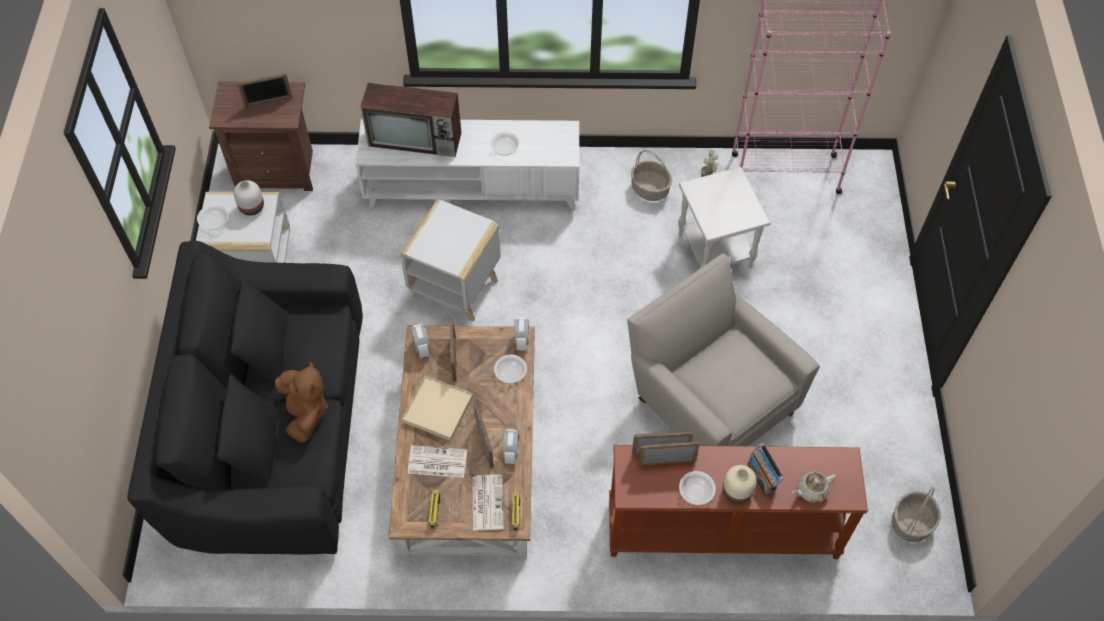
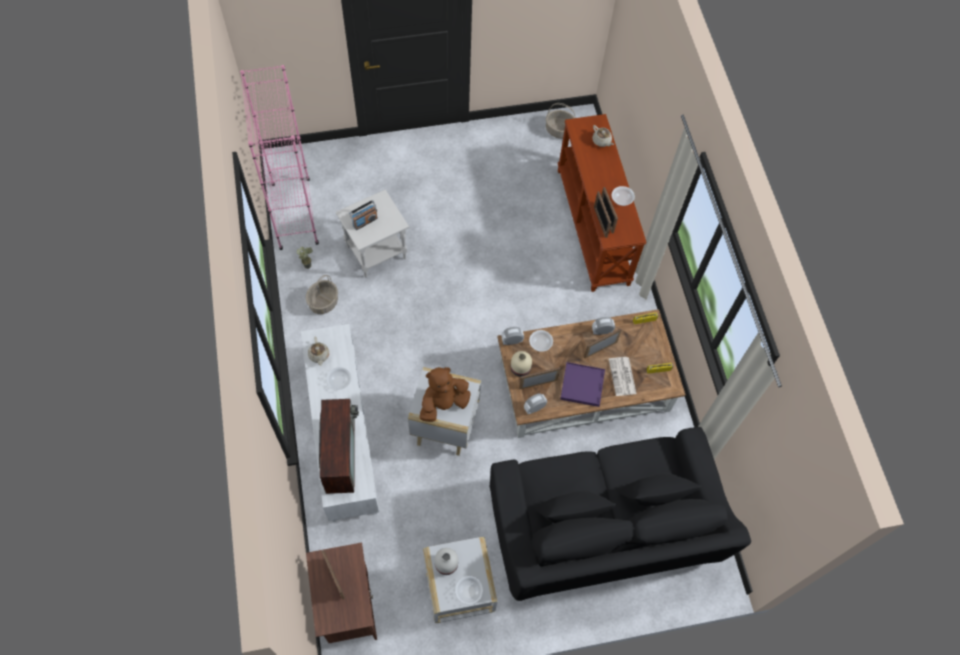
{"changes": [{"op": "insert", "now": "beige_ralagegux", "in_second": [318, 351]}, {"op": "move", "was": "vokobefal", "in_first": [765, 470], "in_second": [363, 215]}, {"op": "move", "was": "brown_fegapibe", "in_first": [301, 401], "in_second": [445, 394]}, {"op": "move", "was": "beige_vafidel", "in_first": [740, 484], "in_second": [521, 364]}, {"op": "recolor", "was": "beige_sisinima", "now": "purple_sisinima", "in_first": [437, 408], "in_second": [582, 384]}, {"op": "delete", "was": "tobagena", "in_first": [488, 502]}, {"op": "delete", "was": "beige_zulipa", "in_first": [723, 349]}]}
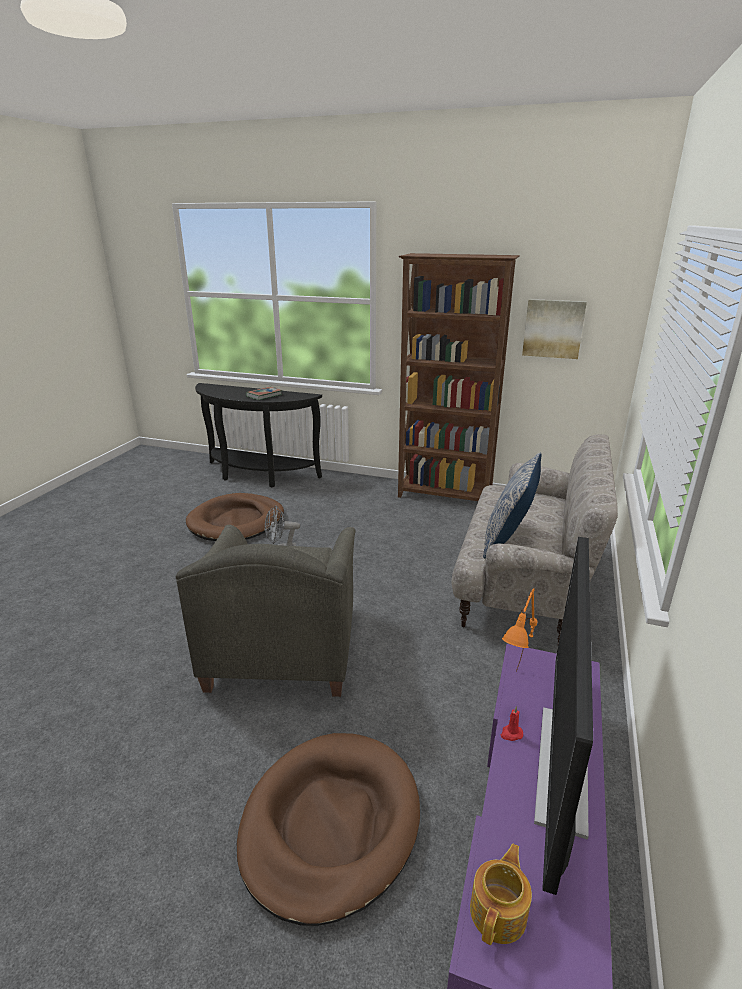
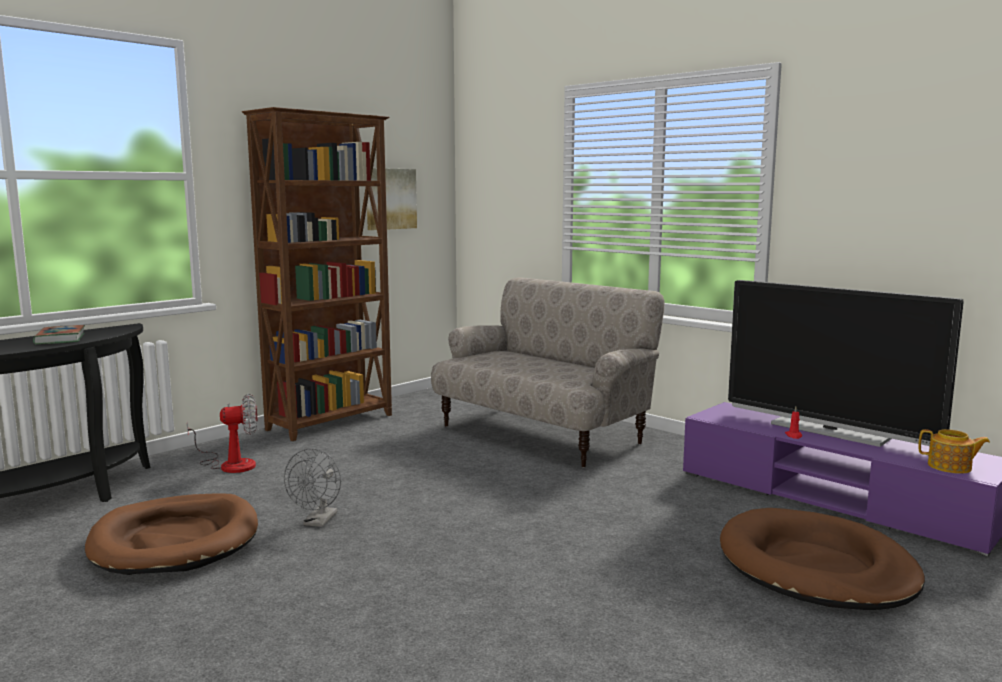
{"changes": [{"op": "insert", "now": "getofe", "in_second": [222, 433]}, {"op": "rotate", "was": "ralagegux", "in_first": [501, 894], "in_second": [954, 451], "clockwise": 150}, {"op": "delete", "was": "grey_zulipa", "in_first": [266, 611]}, {"op": "delete", "was": "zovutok", "in_first": [512, 506]}, {"op": "delete", "was": "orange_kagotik", "in_first": [520, 630]}]}
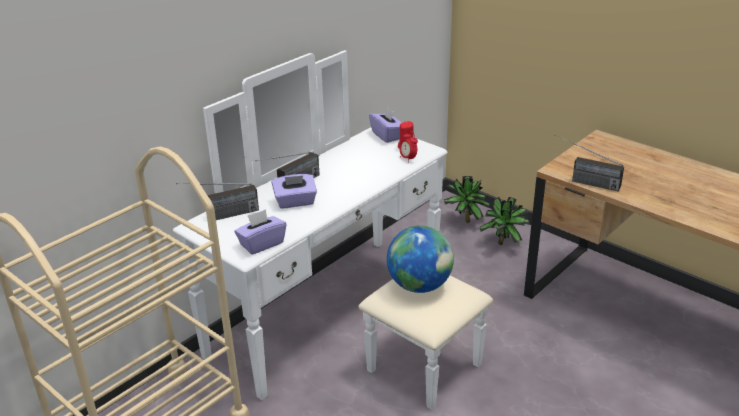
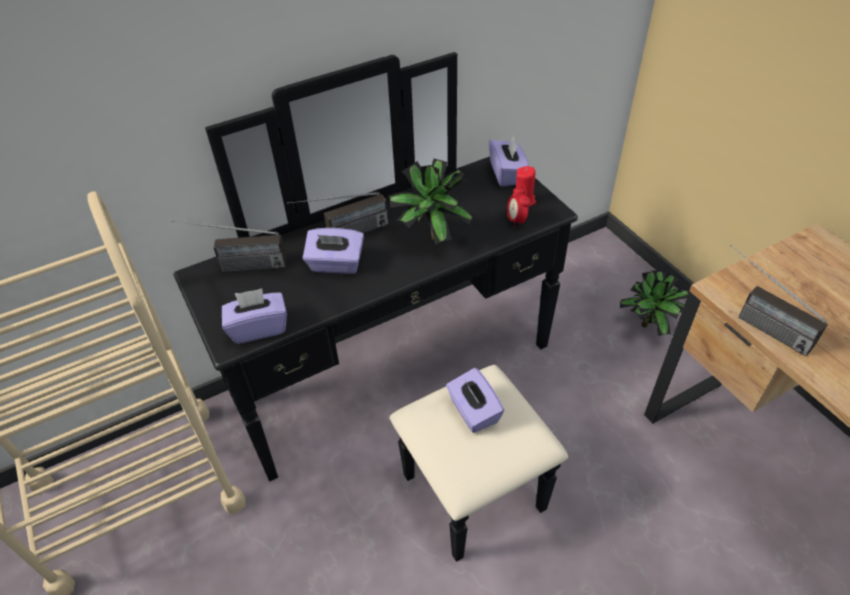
{"changes": [{"op": "recolor", "was": "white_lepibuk", "now": "black_lepibuk", "in_first": [333, 230], "in_second": [375, 307]}, {"op": "move", "was": "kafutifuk", "in_first": [467, 199], "in_second": [430, 201]}, {"op": "replace", "was": "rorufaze", "now": "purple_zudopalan", "in_first": [420, 259], "in_second": [475, 400]}]}
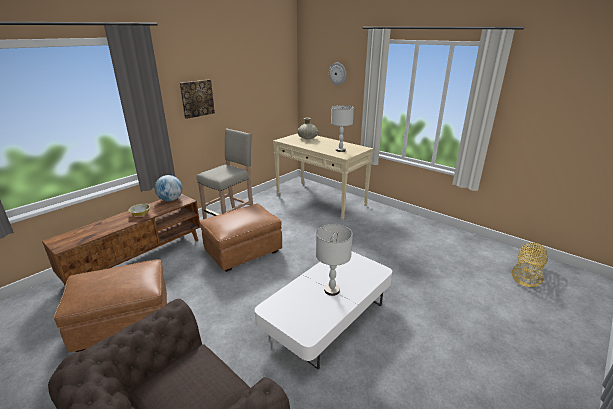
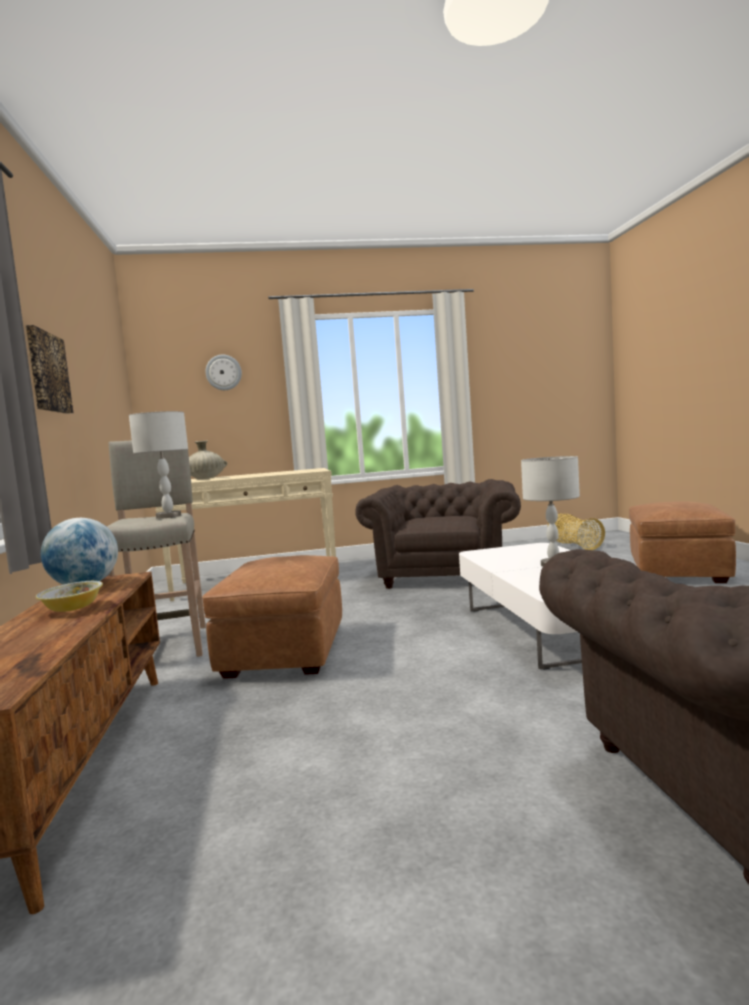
{"changes": [{"op": "move", "was": "grey_kagotik", "in_first": [342, 128], "in_second": [158, 465]}, {"op": "insert", "now": "brown_zulipa", "in_second": [438, 534]}, {"op": "move", "was": "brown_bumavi", "in_first": [110, 305], "in_second": [682, 542]}]}
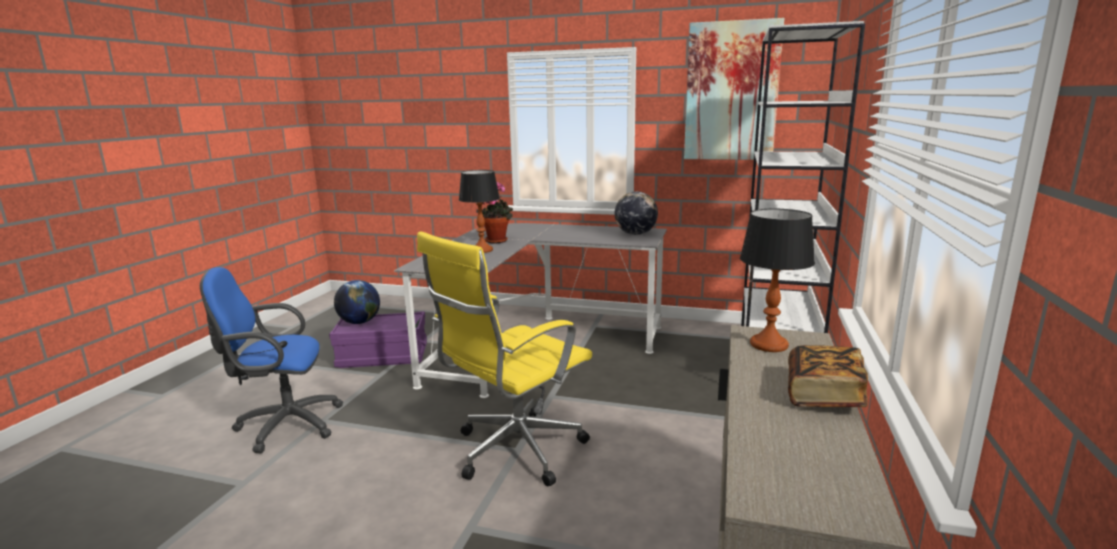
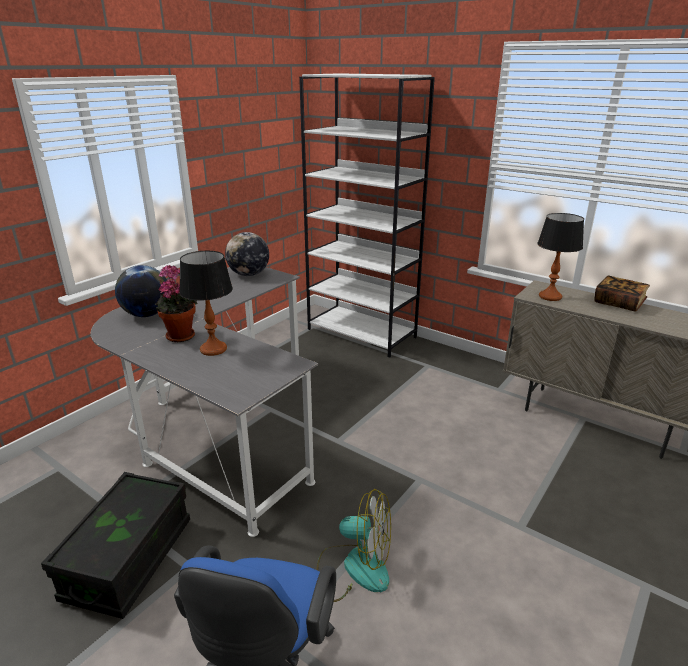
{"changes": [{"op": "recolor", "was": "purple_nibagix", "now": "black_nibagix", "in_first": [378, 339], "in_second": [115, 545]}, {"op": "move", "was": "rorufaze", "in_first": [357, 302], "in_second": [141, 291]}, {"op": "insert", "now": "getofe", "in_second": [354, 545]}, {"op": "delete", "was": "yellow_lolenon", "in_first": [504, 358]}, {"op": "delete", "was": "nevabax", "in_first": [734, 89]}]}
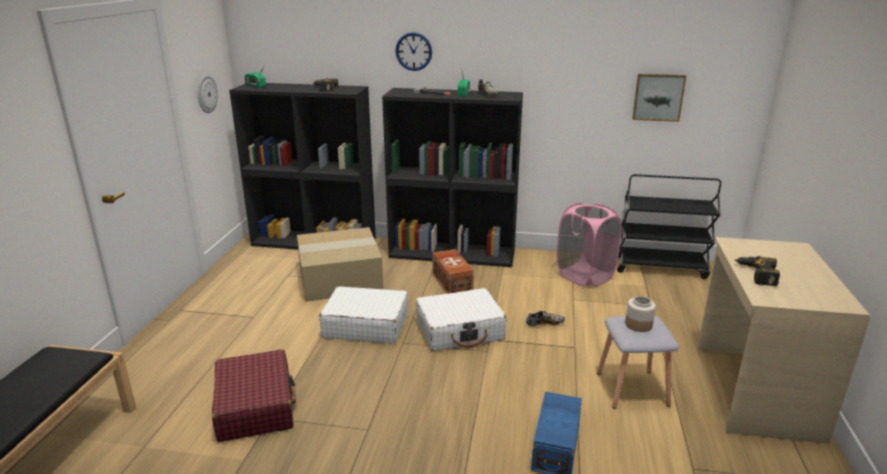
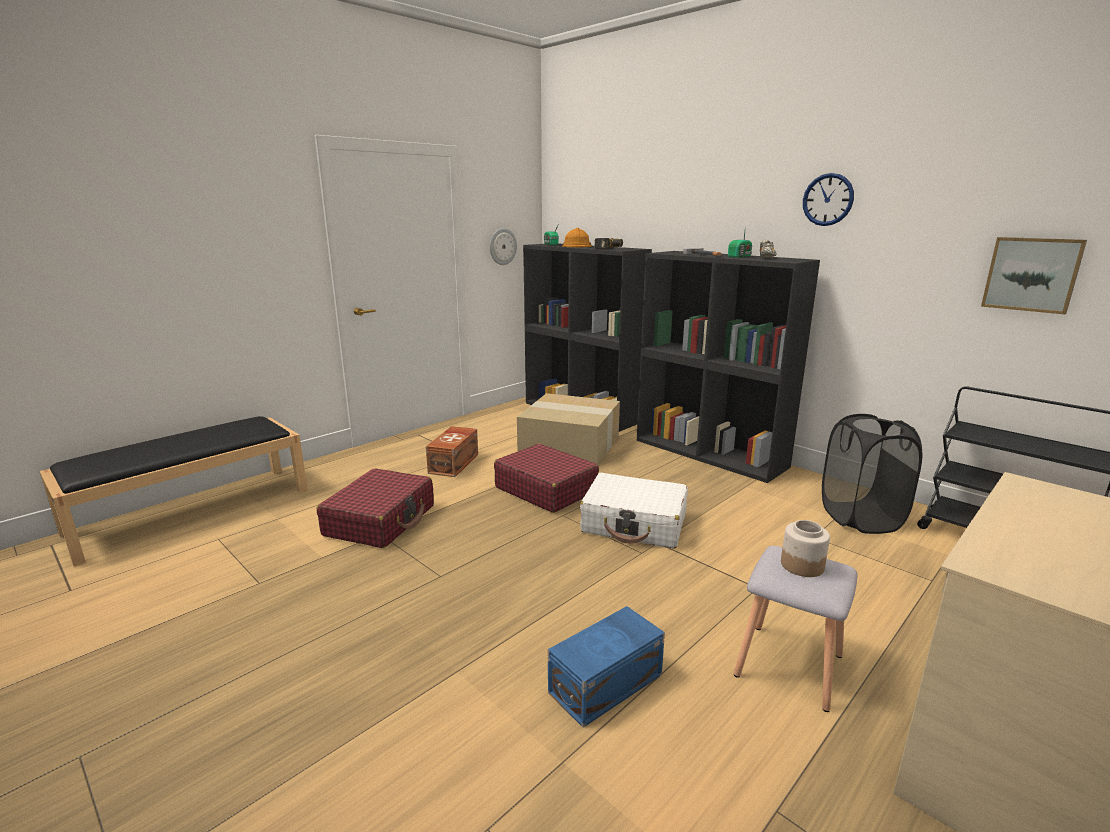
{"changes": [{"op": "move", "was": "brown_nibagix", "in_first": [453, 271], "in_second": [452, 451]}, {"op": "recolor", "was": "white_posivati", "now": "red_posivati", "in_first": [363, 315], "in_second": [546, 478]}, {"op": "insert", "now": "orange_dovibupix", "in_second": [577, 237]}, {"op": "move", "was": "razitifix", "in_first": [413, 51], "in_second": [828, 199]}, {"op": "recolor", "was": "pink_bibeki", "now": "black_bibeki", "in_first": [589, 245], "in_second": [872, 474]}, {"op": "delete", "was": "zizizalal", "in_first": [545, 318]}, {"op": "delete", "was": "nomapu", "in_first": [757, 271]}]}
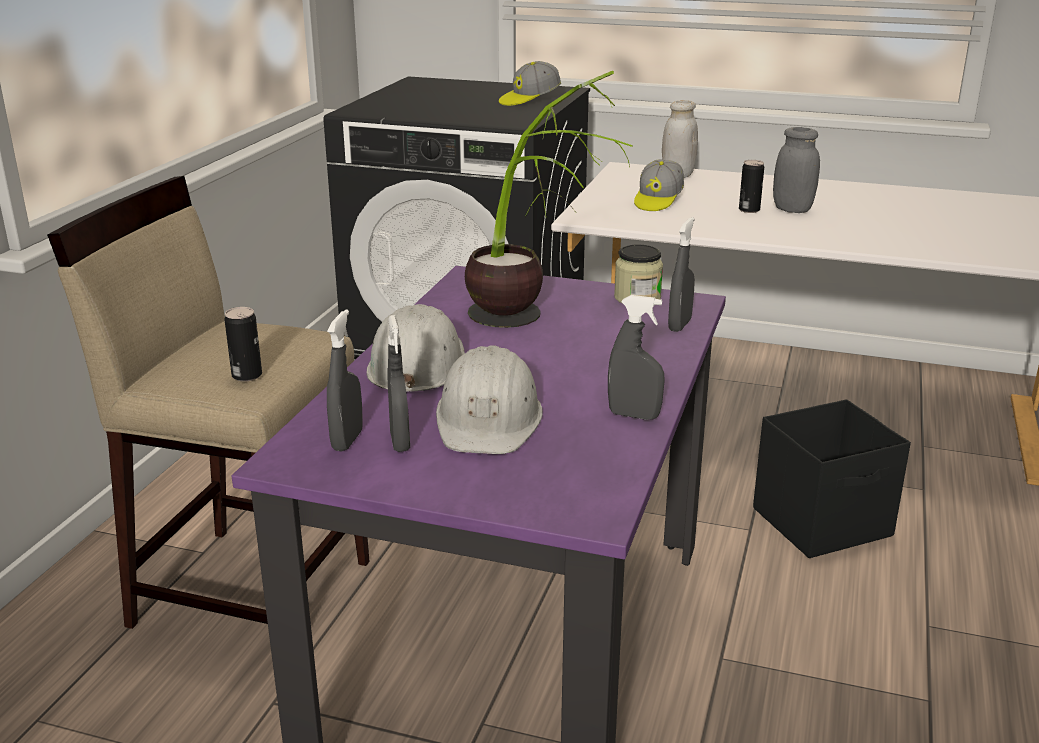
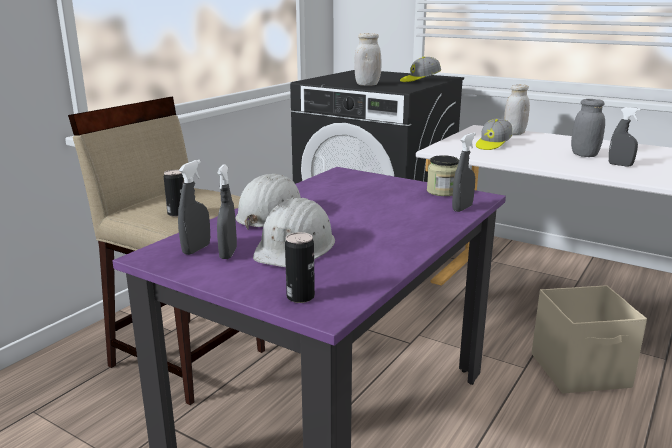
{"changes": [{"op": "move", "was": "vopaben", "in_first": [751, 186], "in_second": [300, 267]}, {"op": "insert", "now": "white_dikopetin", "in_second": [368, 59]}, {"op": "recolor", "was": "black_nibagix", "now": "beige_nibagix", "in_first": [832, 478], "in_second": [589, 339]}, {"op": "move", "was": "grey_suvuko", "in_first": [636, 357], "in_second": [625, 137]}, {"op": "delete", "was": "kafutifuk", "in_first": [549, 199]}]}
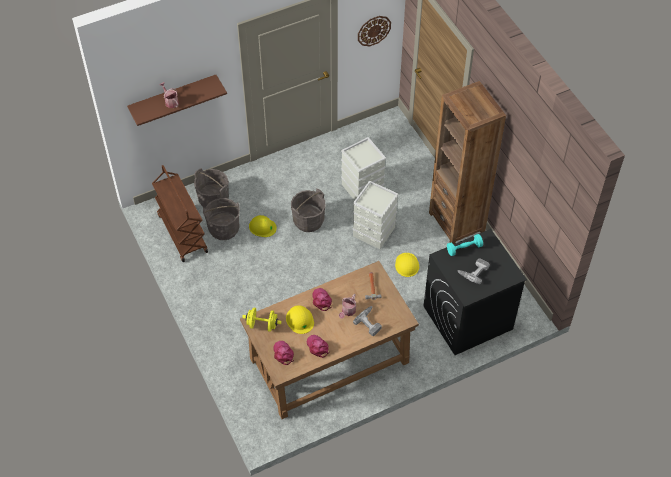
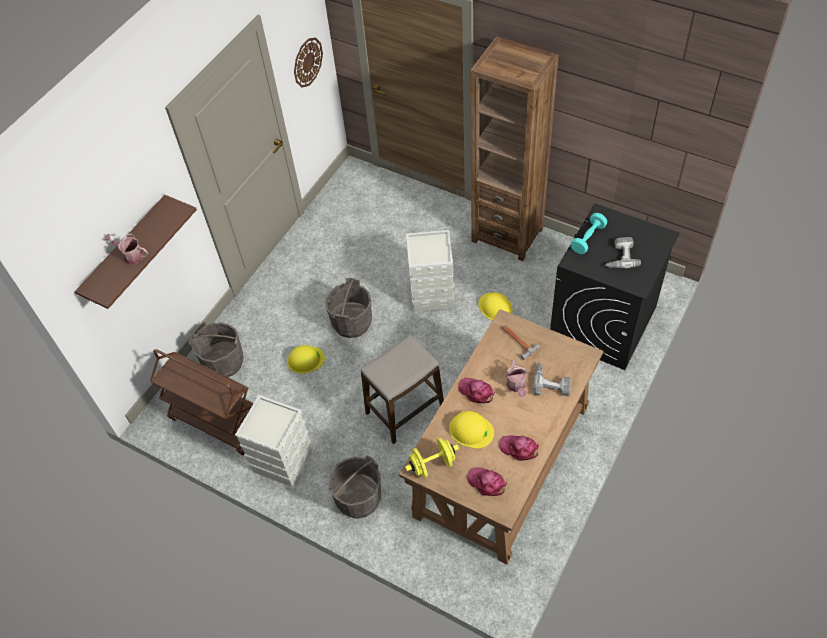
{"changes": [{"op": "move", "was": "grey_nibagix", "in_first": [363, 168], "in_second": [274, 441]}, {"op": "move", "was": "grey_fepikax", "in_first": [221, 219], "in_second": [354, 487]}, {"op": "insert", "now": "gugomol", "in_second": [402, 389]}]}
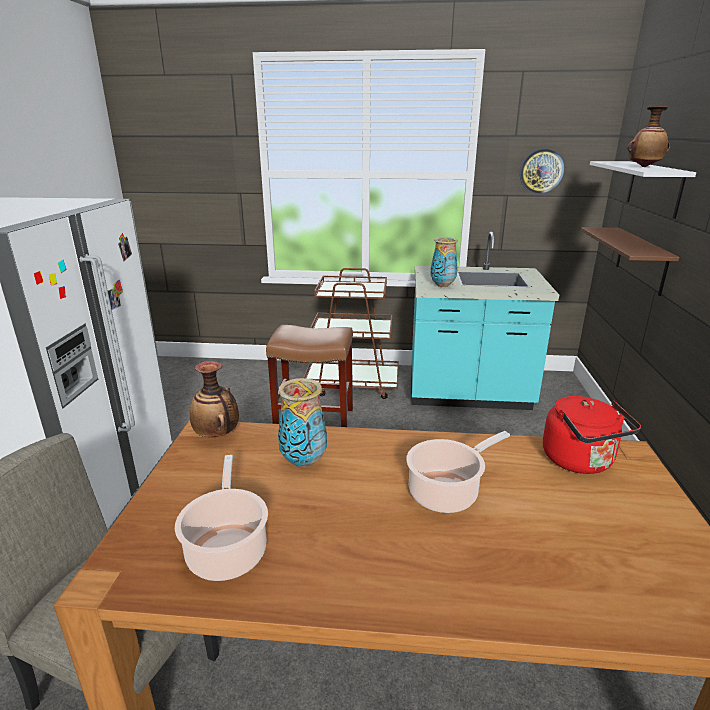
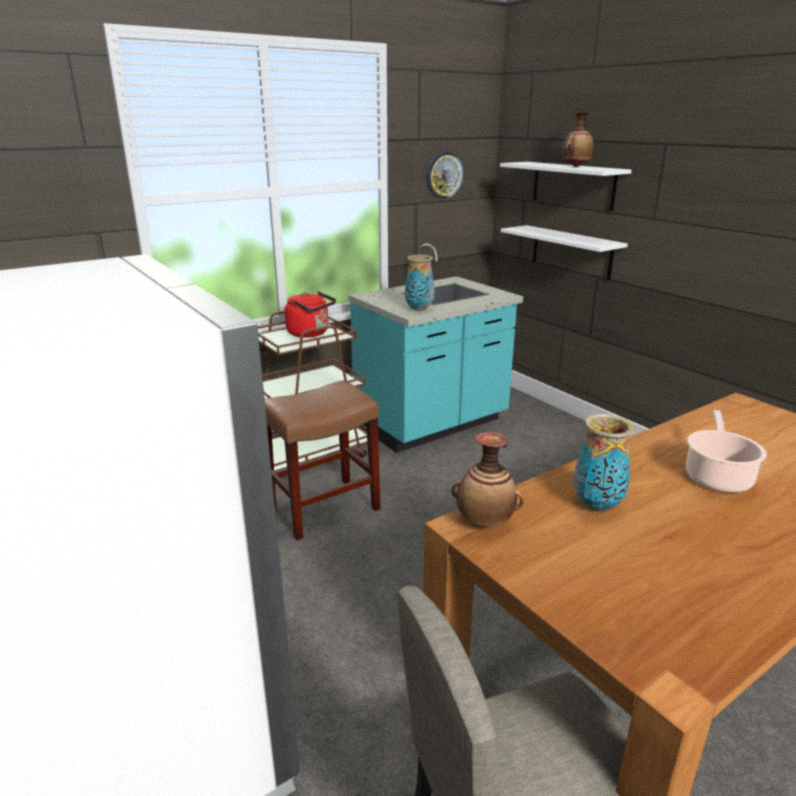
{"changes": [{"op": "move", "was": "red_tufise", "in_first": [592, 435], "in_second": [310, 314]}, {"op": "recolor", "was": "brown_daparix", "now": "white_daparix", "in_first": [630, 261], "in_second": [564, 252]}, {"op": "delete", "was": "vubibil", "in_first": [221, 518]}]}
